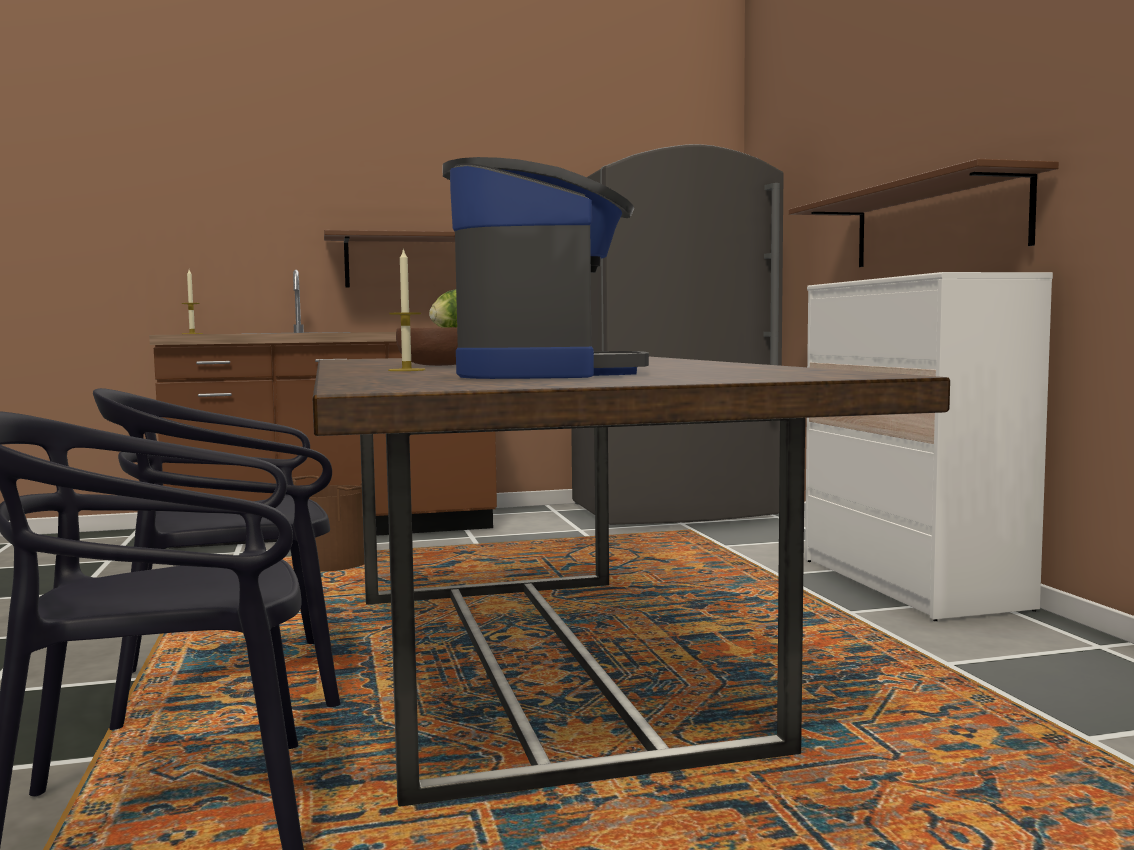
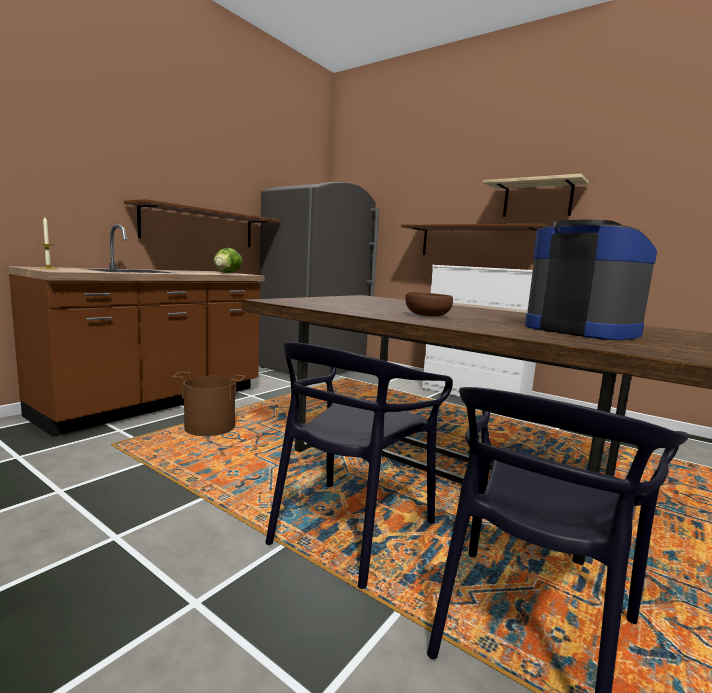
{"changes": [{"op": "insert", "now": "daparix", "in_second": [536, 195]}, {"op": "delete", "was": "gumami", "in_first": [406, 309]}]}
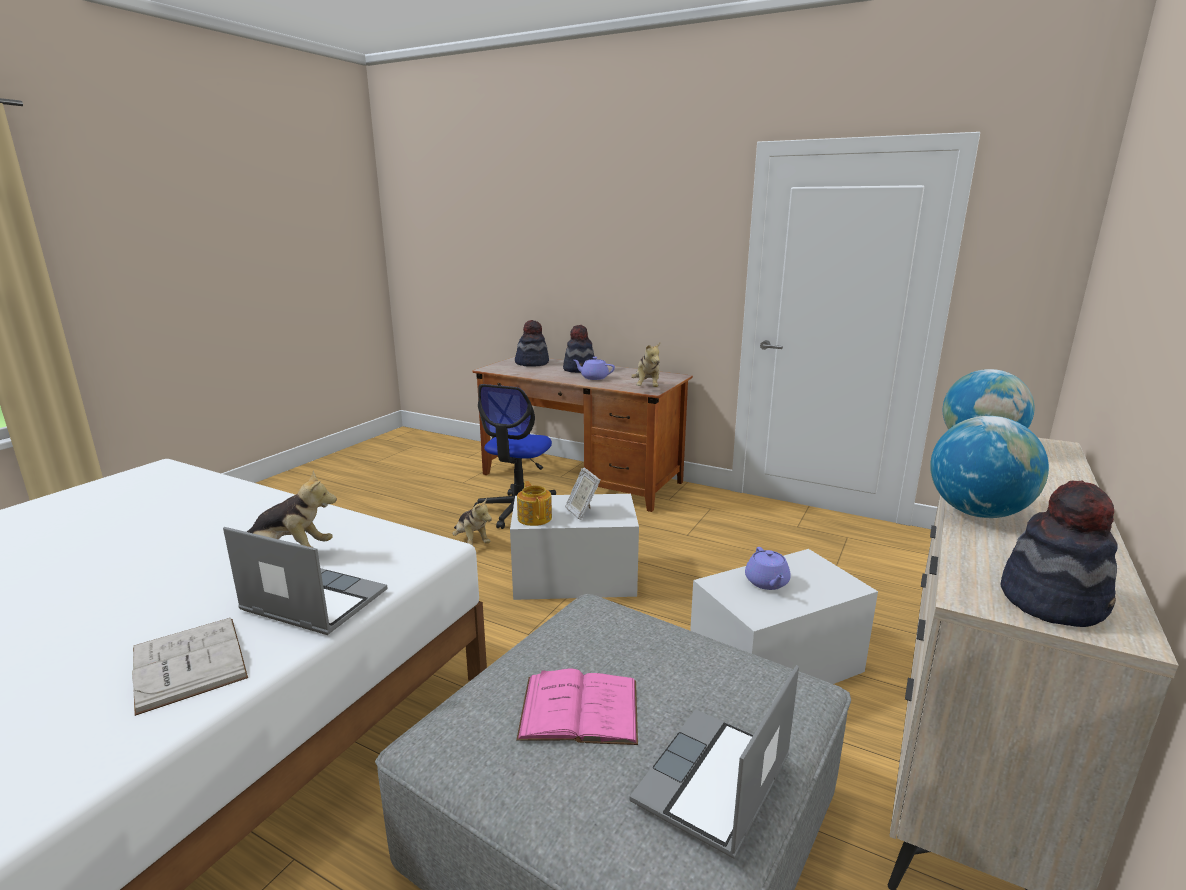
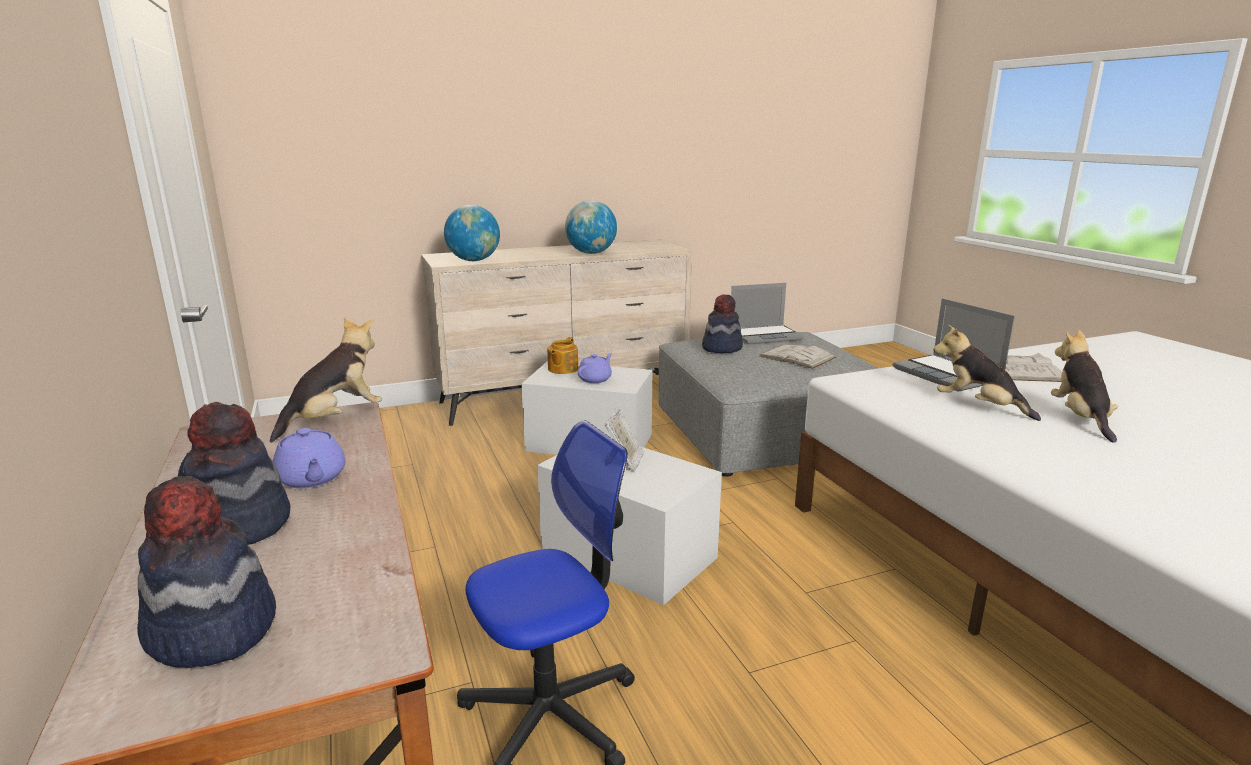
{"changes": [{"op": "move", "was": "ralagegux", "in_first": [534, 503], "in_second": [562, 355]}, {"op": "move", "was": "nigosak", "in_first": [1059, 553], "in_second": [722, 323]}, {"op": "recolor", "was": "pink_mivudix", "now": "white_mivudix", "in_first": [577, 707], "in_second": [797, 356]}, {"op": "move", "was": "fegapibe", "in_first": [472, 521], "in_second": [1084, 386]}]}
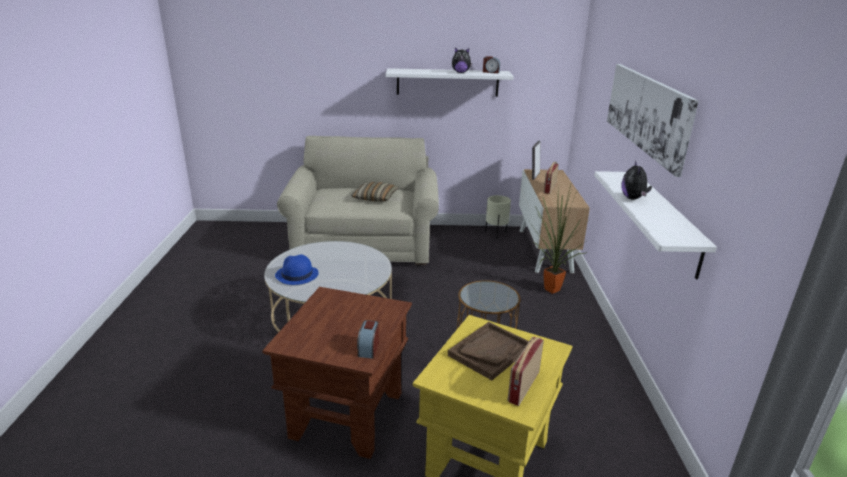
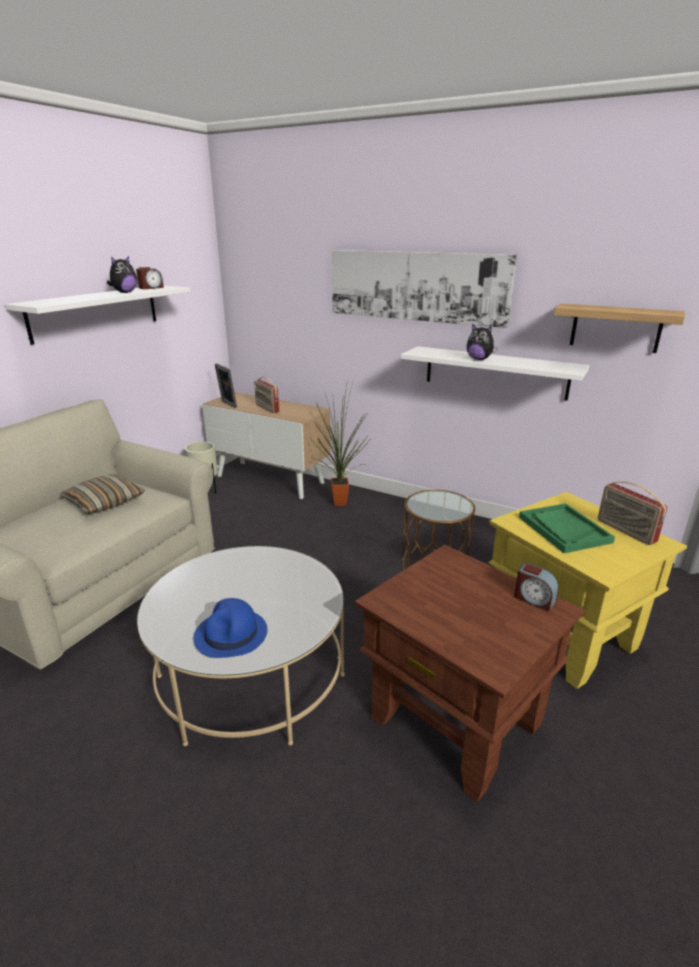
{"changes": [{"op": "recolor", "was": "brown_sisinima", "now": "green_sisinima", "in_first": [488, 351], "in_second": [567, 528]}, {"op": "insert", "now": "daparix", "in_second": [619, 328]}]}
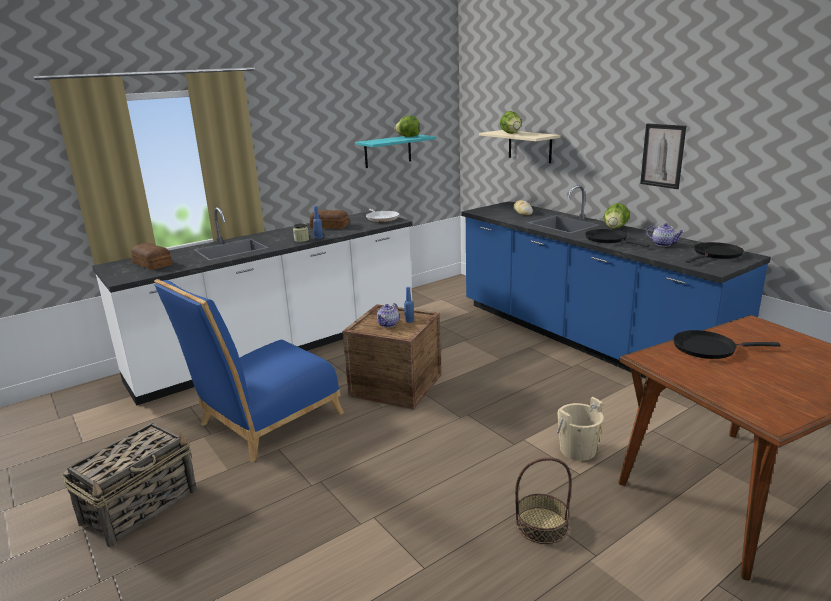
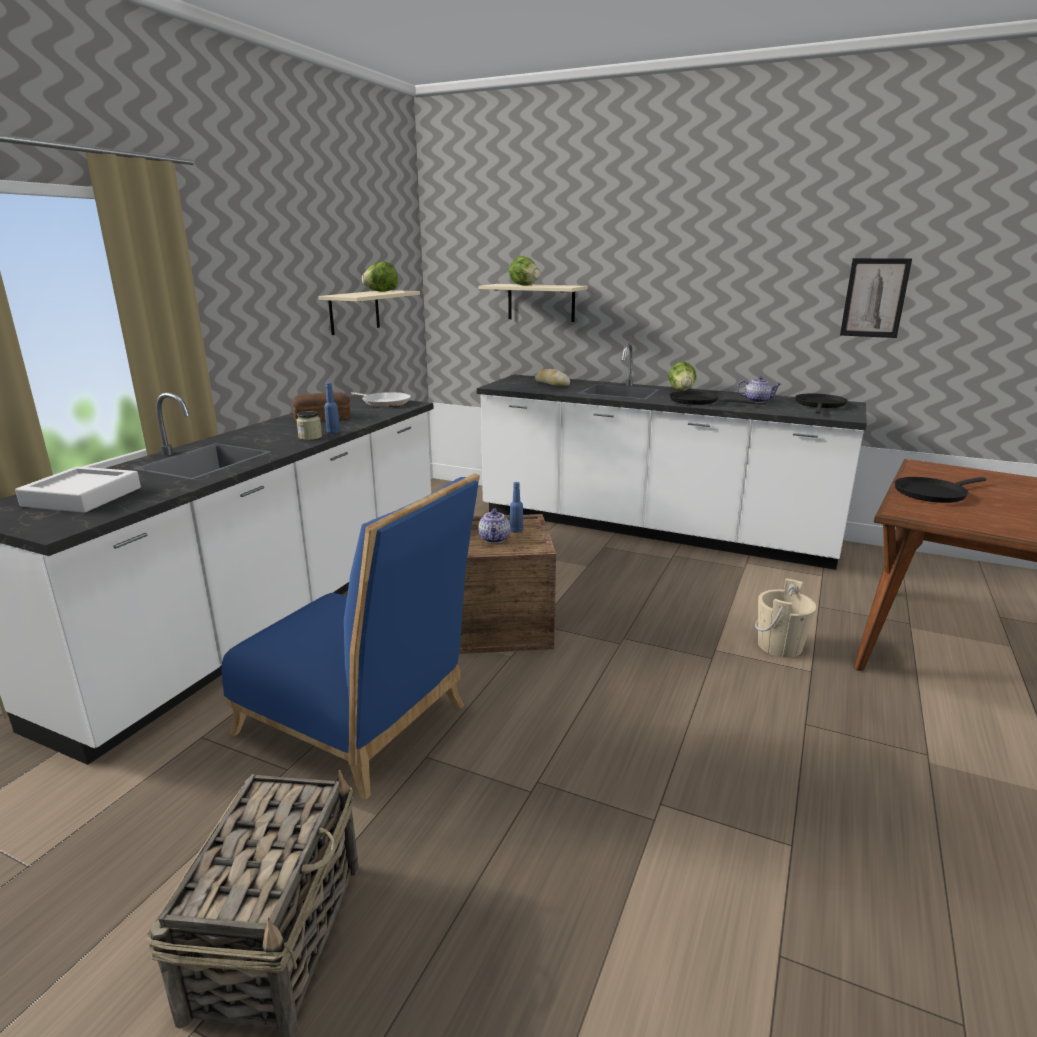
{"changes": [{"op": "replace", "was": "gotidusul", "now": "white_sisinima", "in_first": [152, 256], "in_second": [78, 489]}, {"op": "rotate", "was": "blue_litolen", "in_first": [249, 370], "in_second": [351, 636], "clockwise": -75}, {"op": "recolor", "was": "turquoise_daparix", "now": "beige_daparix", "in_first": [395, 151], "in_second": [369, 312]}, {"op": "recolor", "was": "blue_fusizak", "now": "white_fusizak", "in_first": [616, 282], "in_second": [672, 456]}, {"op": "move", "was": "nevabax", "in_first": [663, 156], "in_second": [876, 298]}, {"op": "delete", "was": "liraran", "in_first": [543, 500]}]}
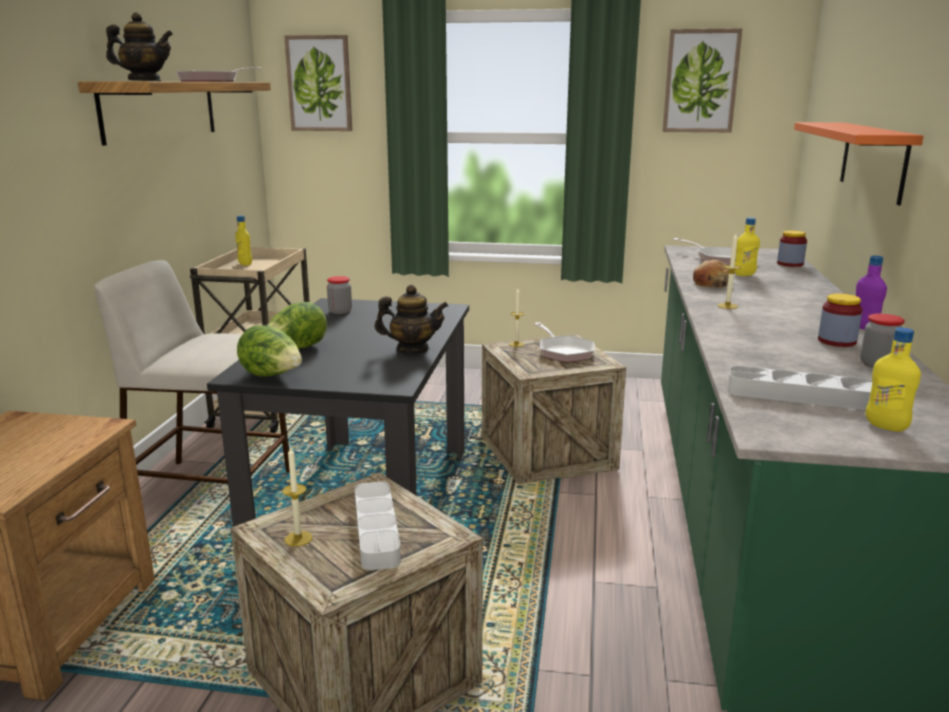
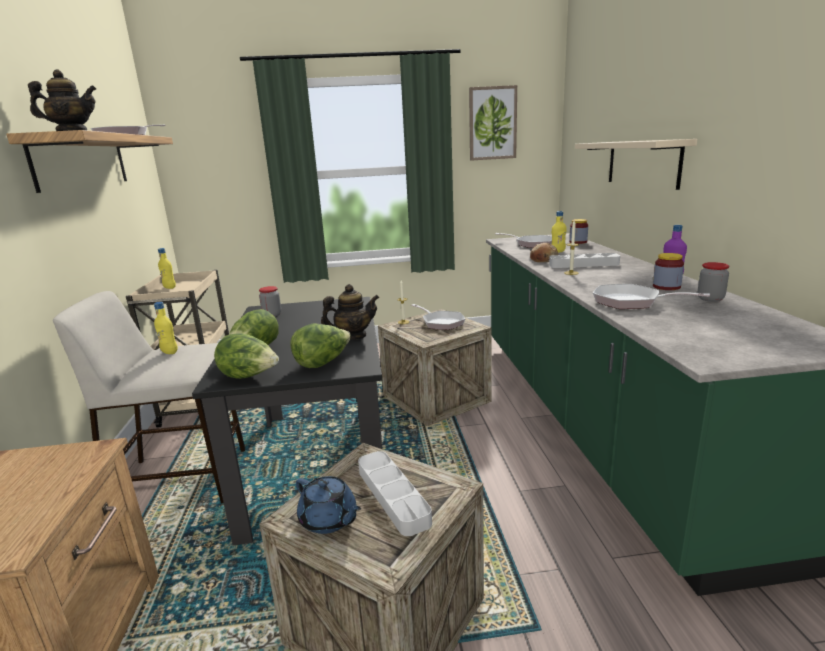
{"changes": [{"op": "move", "was": "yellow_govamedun", "in_first": [893, 379], "in_second": [166, 328]}, {"op": "insert", "now": "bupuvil", "in_second": [320, 345]}, {"op": "replace", "was": "gumami", "now": "blue_ralagegux", "in_first": [297, 496], "in_second": [328, 505]}, {"op": "move", "was": "grey_sisinima", "in_first": [800, 388], "in_second": [584, 260]}, {"op": "recolor", "was": "orange_daparix", "now": "beige_daparix", "in_first": [859, 163], "in_second": [636, 164]}, {"op": "insert", "now": "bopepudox", "in_second": [651, 296]}, {"op": "delete", "was": "nevabax", "in_first": [318, 83]}]}
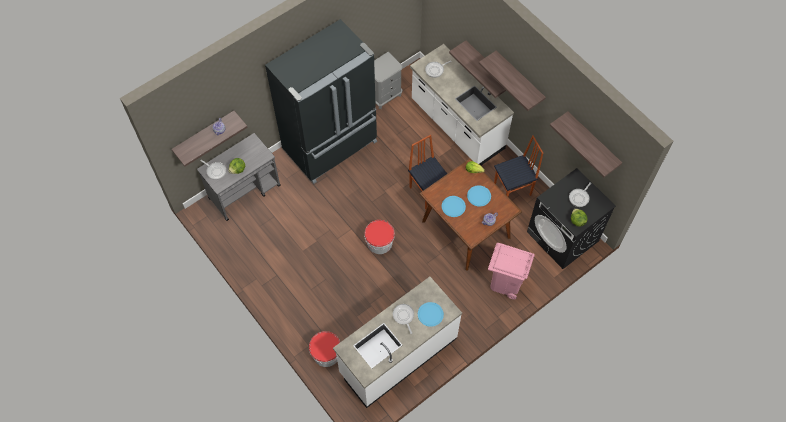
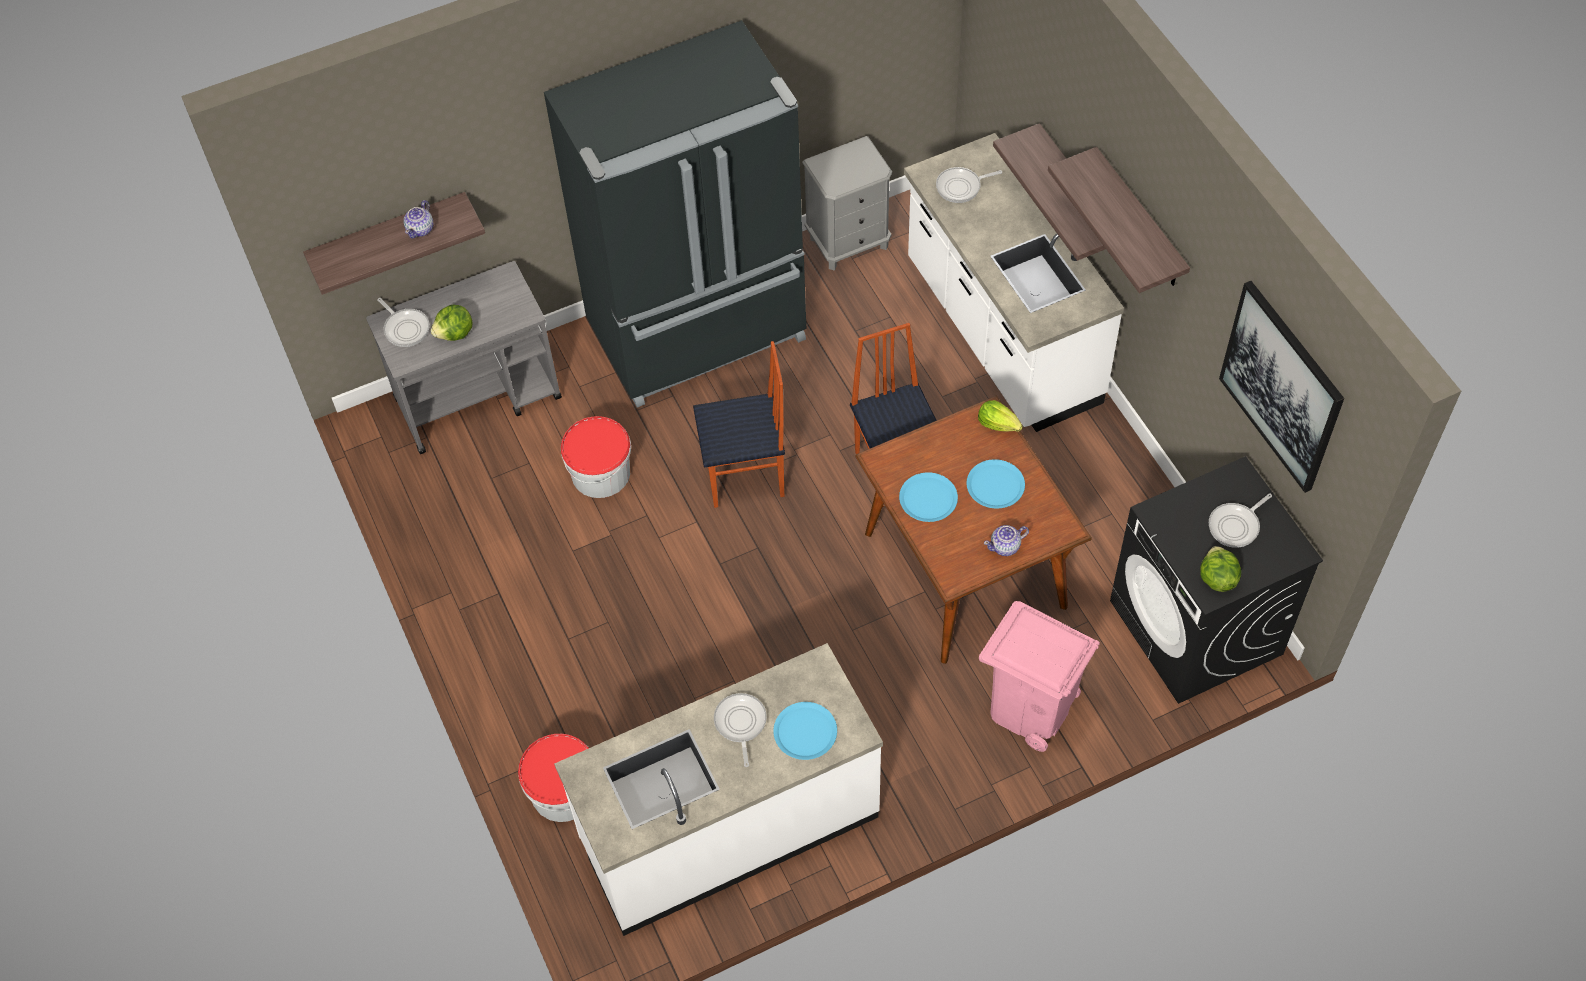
{"changes": [{"op": "move", "was": "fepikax", "in_first": [379, 237], "in_second": [596, 457]}, {"op": "move", "was": "litolen", "in_first": [518, 166], "in_second": [739, 424]}, {"op": "replace", "was": "daparix", "now": "nevabax", "in_first": [586, 144], "in_second": [1281, 387]}]}
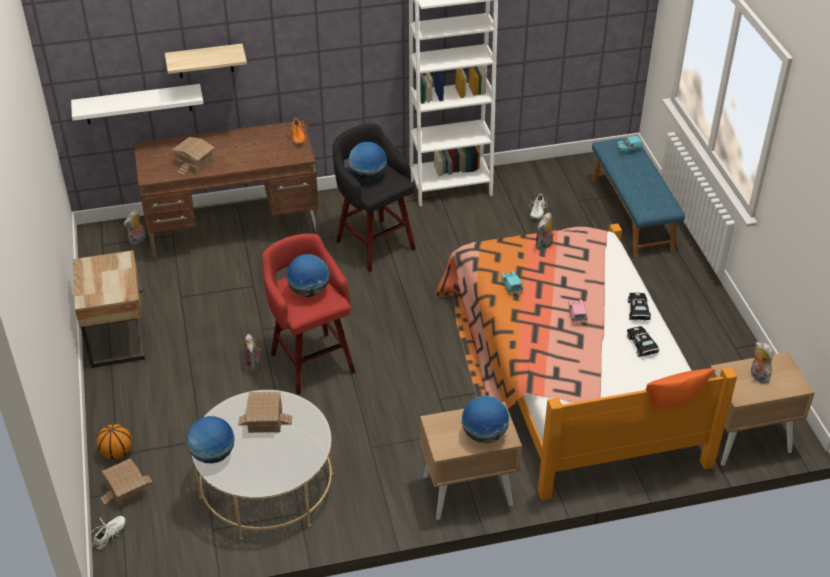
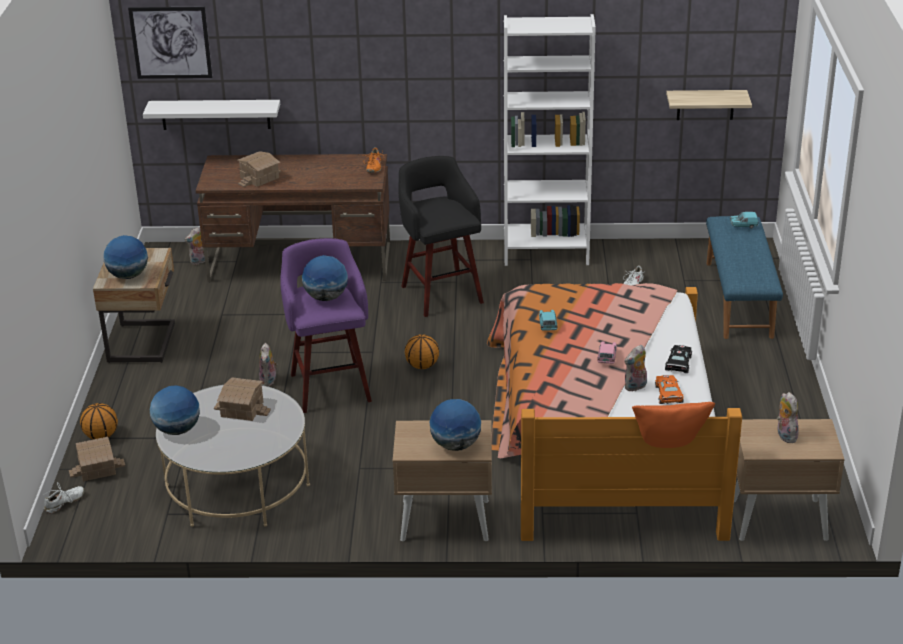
{"changes": [{"op": "move", "was": "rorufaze", "in_first": [368, 161], "in_second": [126, 257]}, {"op": "insert", "now": "nevabax", "in_second": [170, 43]}, {"op": "recolor", "was": "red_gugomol", "now": "purple_gugomol", "in_first": [308, 314], "in_second": [326, 325]}, {"op": "insert", "now": "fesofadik", "in_second": [422, 351]}, {"op": "move", "was": "fegapibe", "in_first": [544, 231], "in_second": [636, 368]}, {"op": "recolor", "was": "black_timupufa", "now": "orange_timupufa", "in_first": [643, 341], "in_second": [669, 389]}, {"op": "move", "was": "daparix", "in_first": [206, 61], "in_second": [709, 105]}]}
